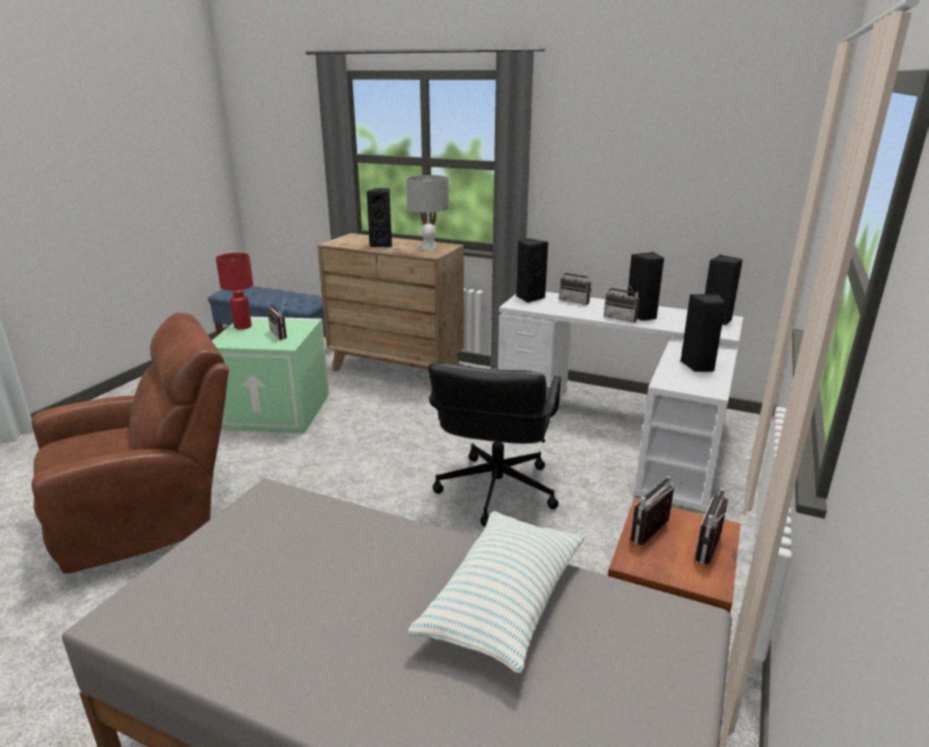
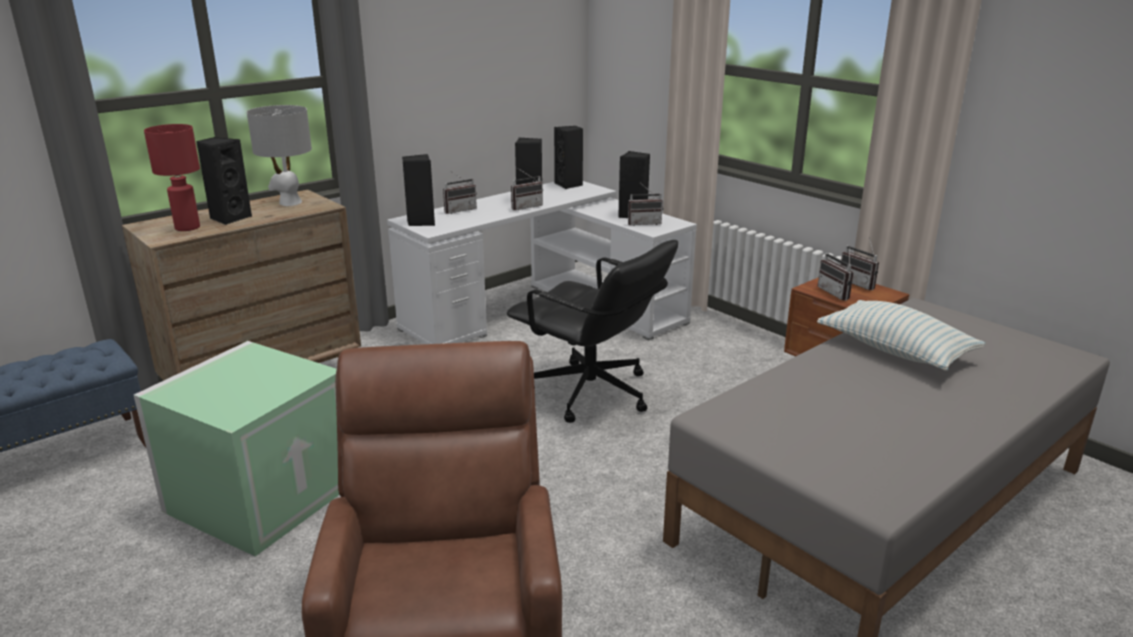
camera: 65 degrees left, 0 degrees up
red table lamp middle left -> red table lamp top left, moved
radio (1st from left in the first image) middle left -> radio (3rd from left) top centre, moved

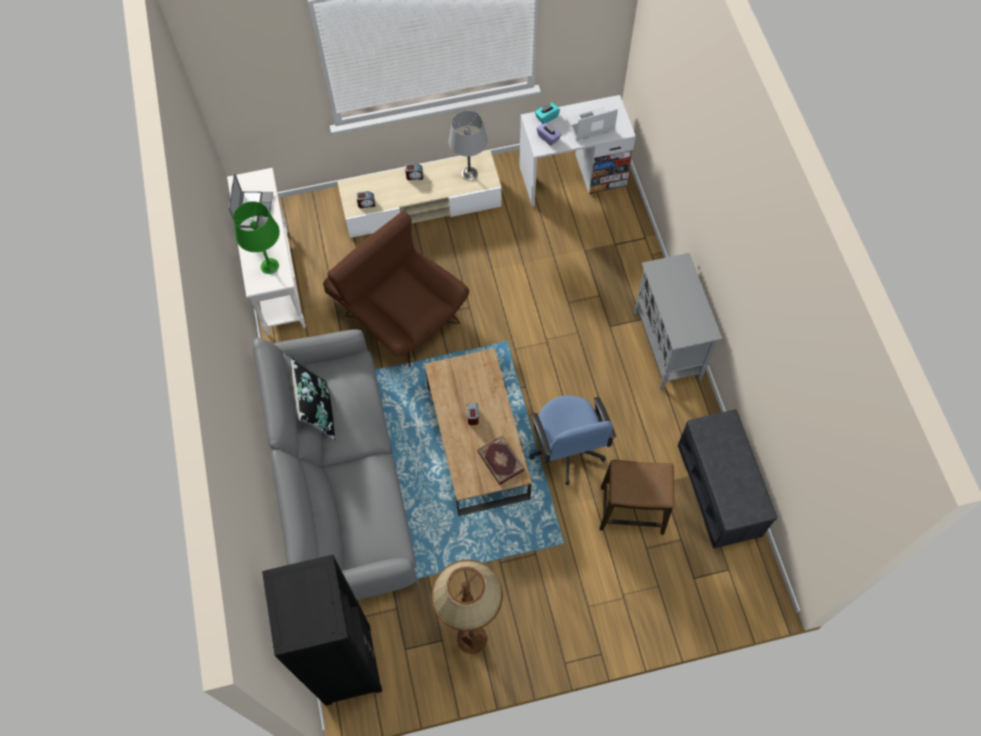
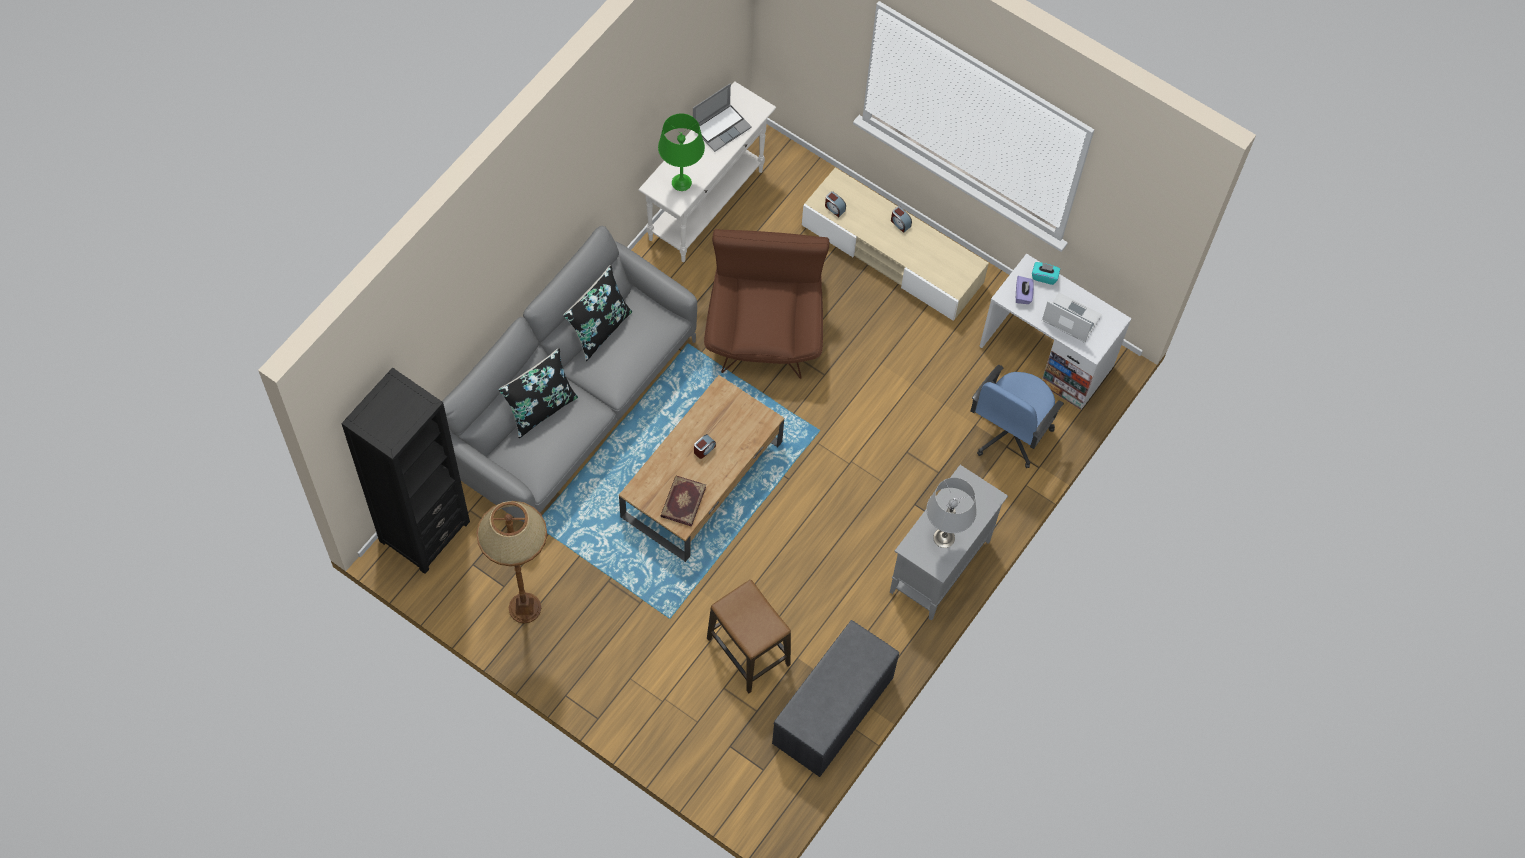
camera: 45 degrees right, 0 degrees up
none -> black pillow (1st from left) centre
grey table lamp top centre -> grey table lamp centre, moved
blue office chair centre -> blue office chair middle right, moved

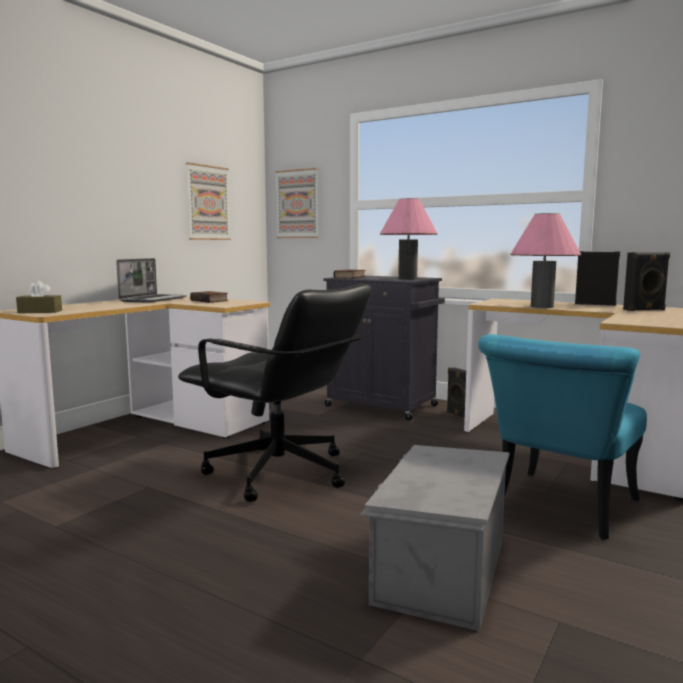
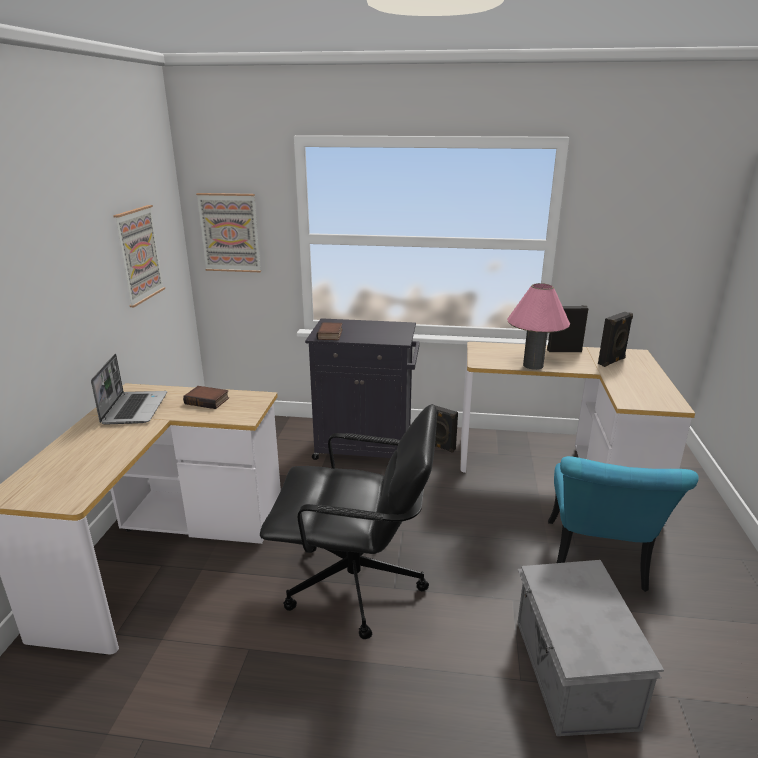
camera: 25 degrees left, 15 degrees up
brown tissue box middle left -> none
pink table lamp (1st from left) centre -> none

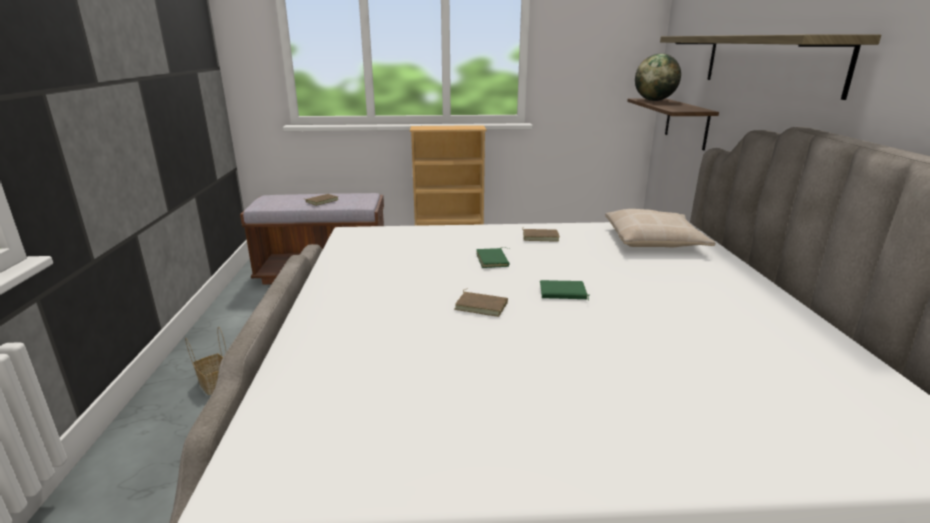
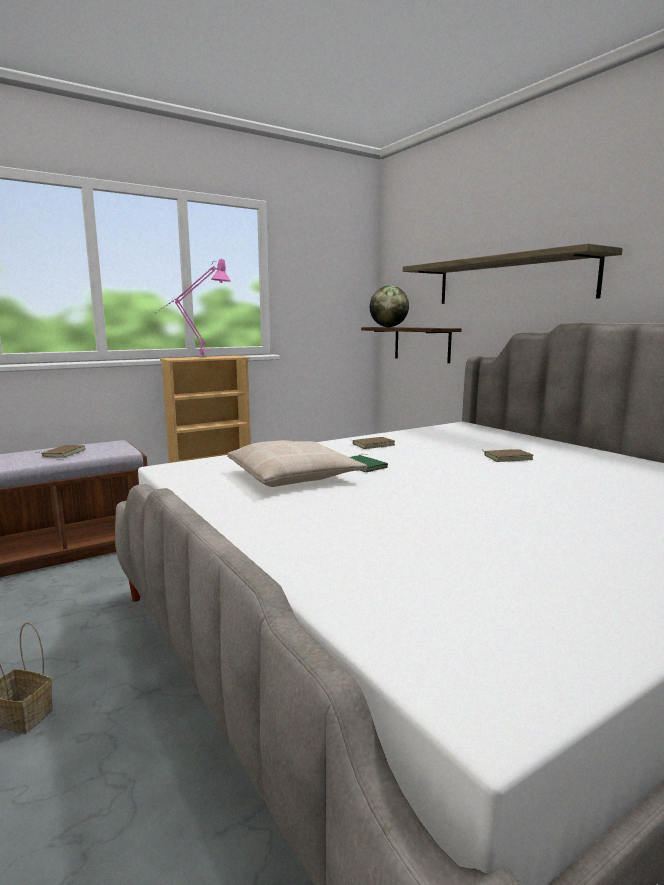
camera: 30 degrees left, 10 degrees down
none -> pink table lamp middle left
beige pillow middle right -> beige pillow centre, moved
brown book (2nd from left in the first image) centre -> brown book (3rd from left) middle right, moved
green book (2nd from left) centre -> none

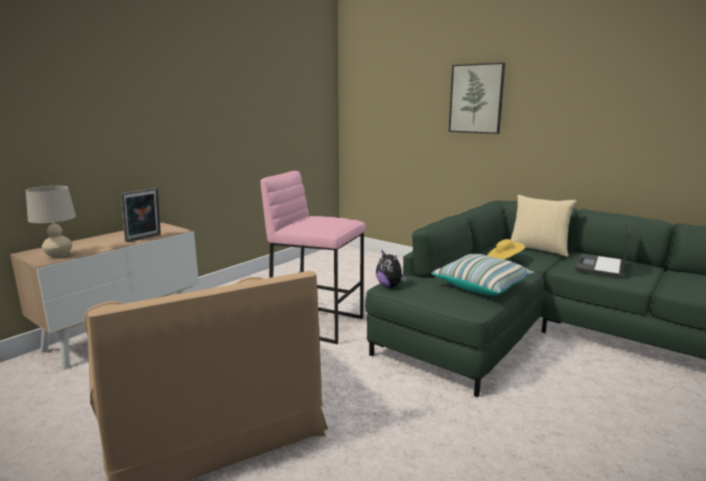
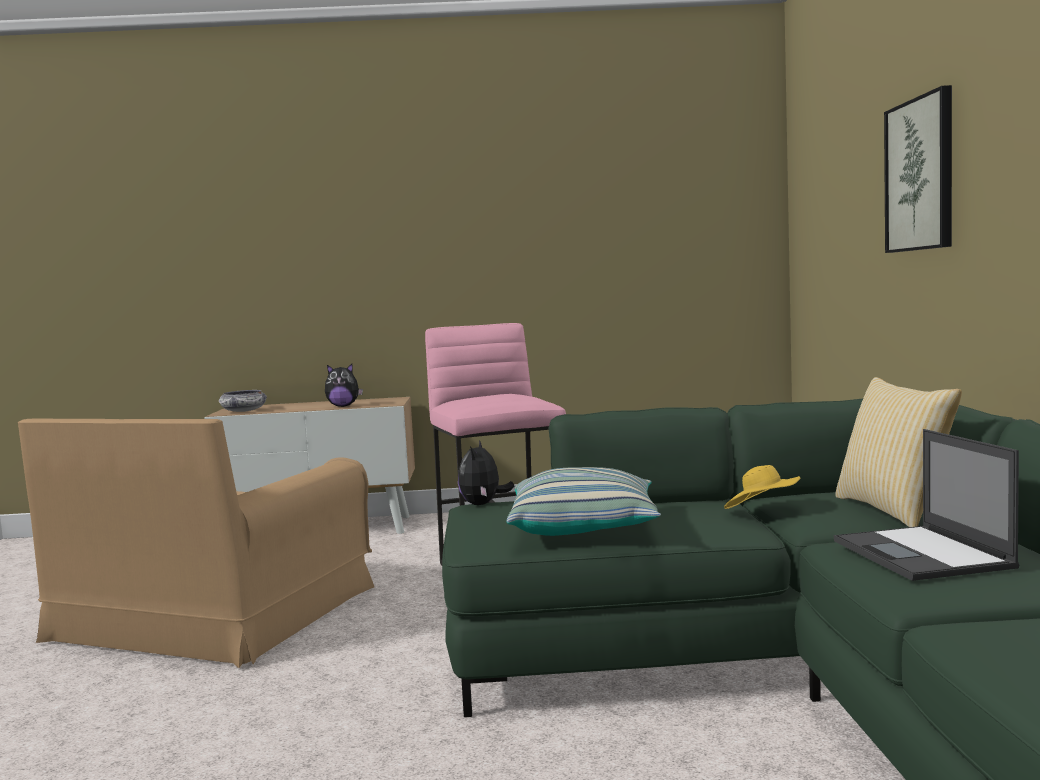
camera: 50 degrees right, 10 degrees down
beige table lamp middle left -> bowl middle left
picture frame middle left -> plush toy (1st from left) middle left
laptop middle right, 90 degrees counterclockwise

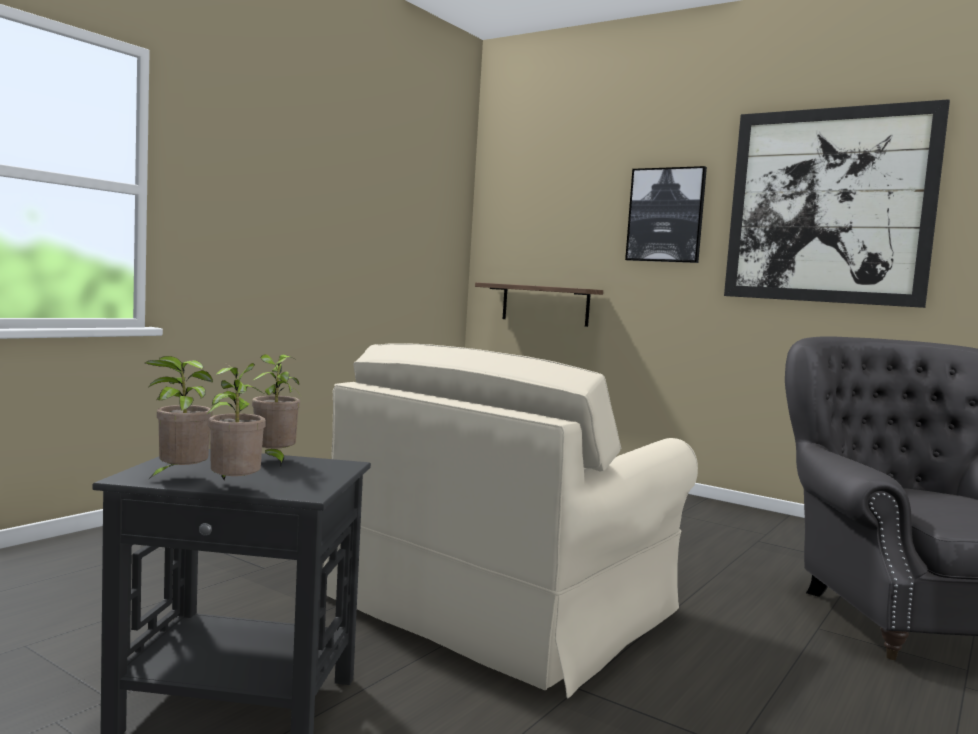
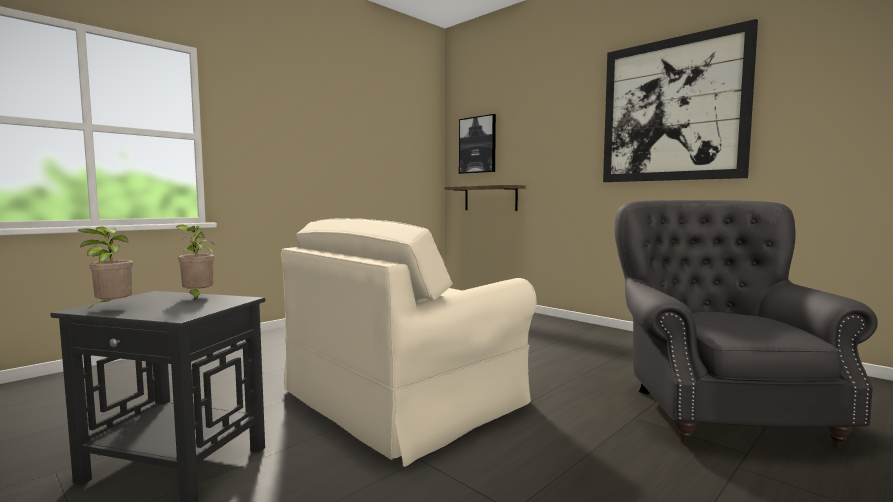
camera: 10 degrees right, 0 degrees up
picture (1st from left) top right -> picture (1st from left) top centre, moved
potted plant (2nd from left) middle left -> none

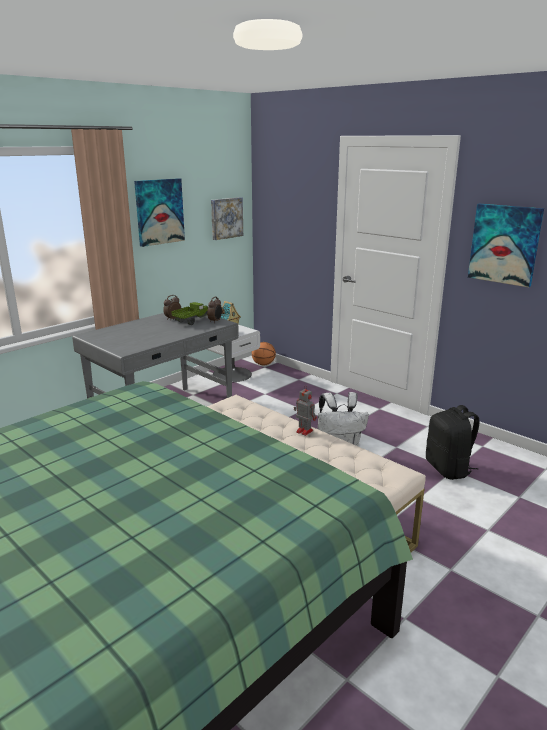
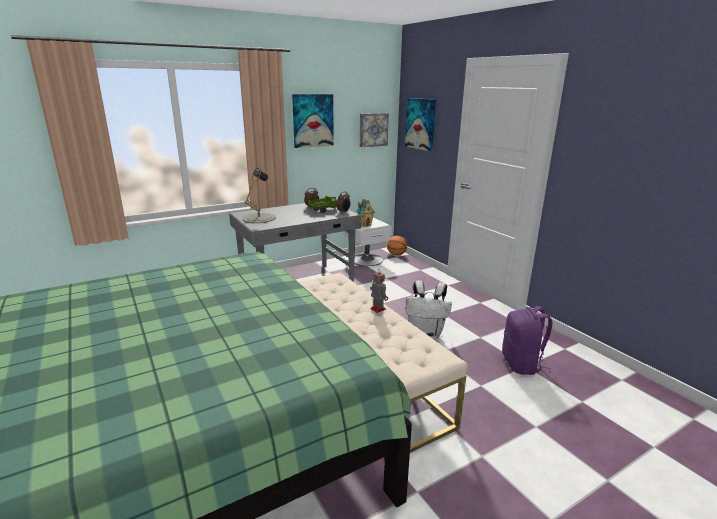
camera: 15 degrees right, 0 degrees up
none -> grey table lamp centre
picture (3rd from left) middle right -> picture (3rd from left) top centre, moved
black backpack middle right -> purple backpack middle right

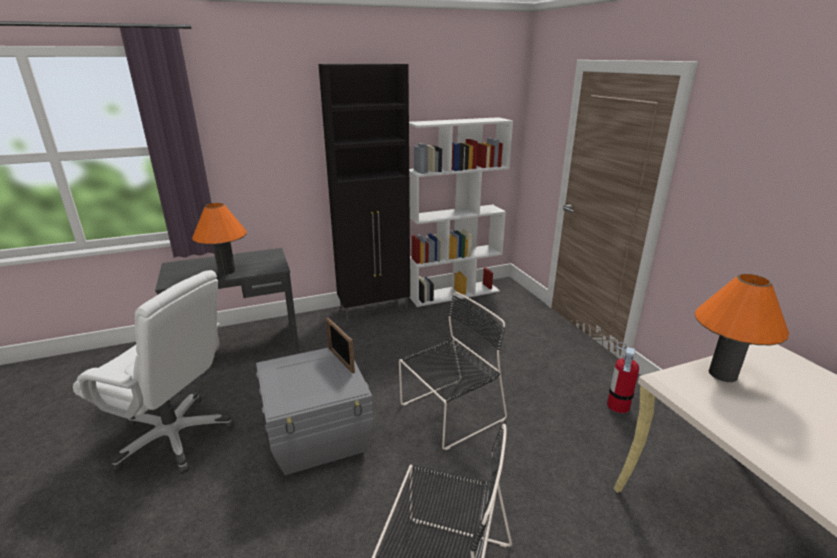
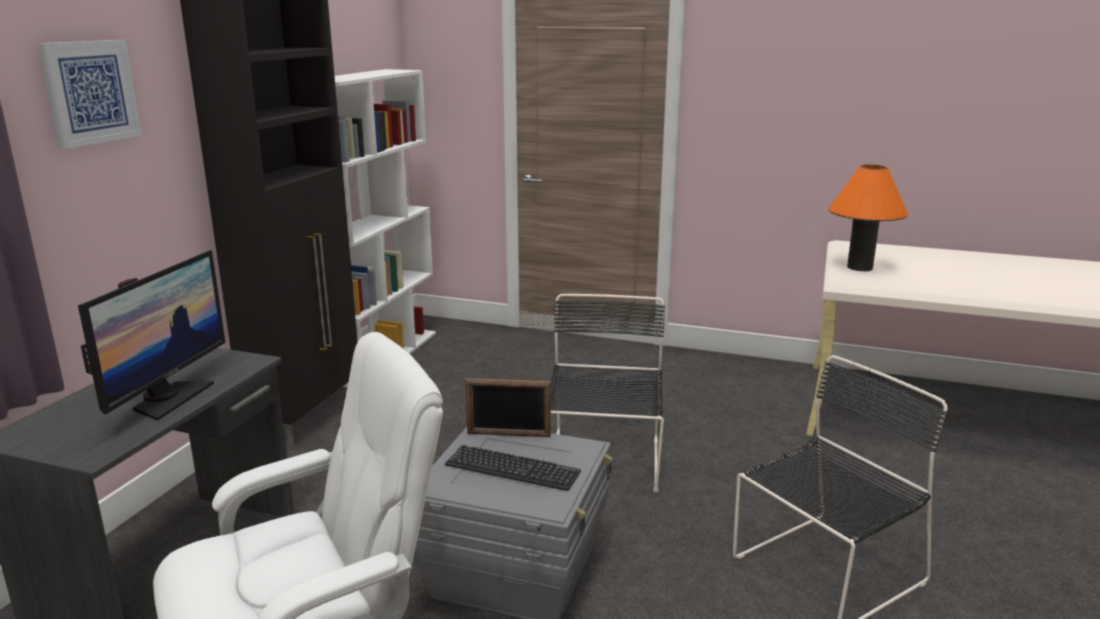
camera: 50 degrees left, 5 degrees down
none -> picture top left
orange table lamp (1st from left) middle left -> monitor middle left
none -> keyboard bottom centre
fire extinguisher bottom right -> none

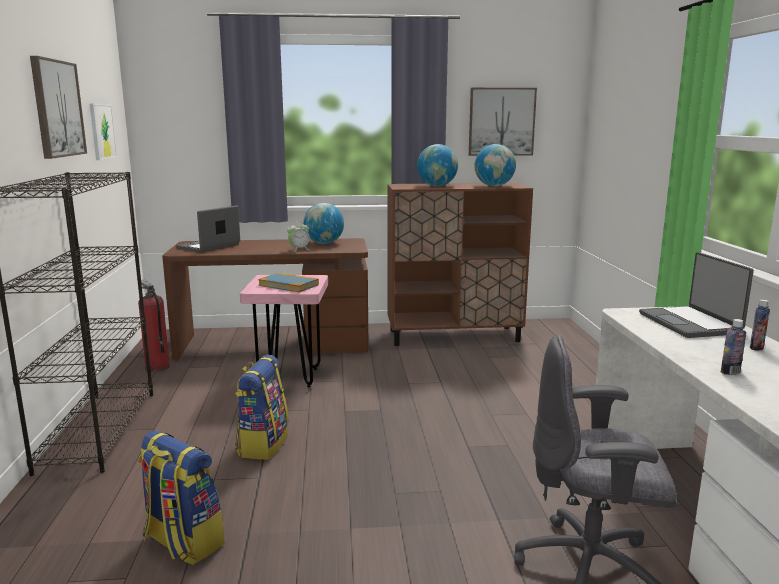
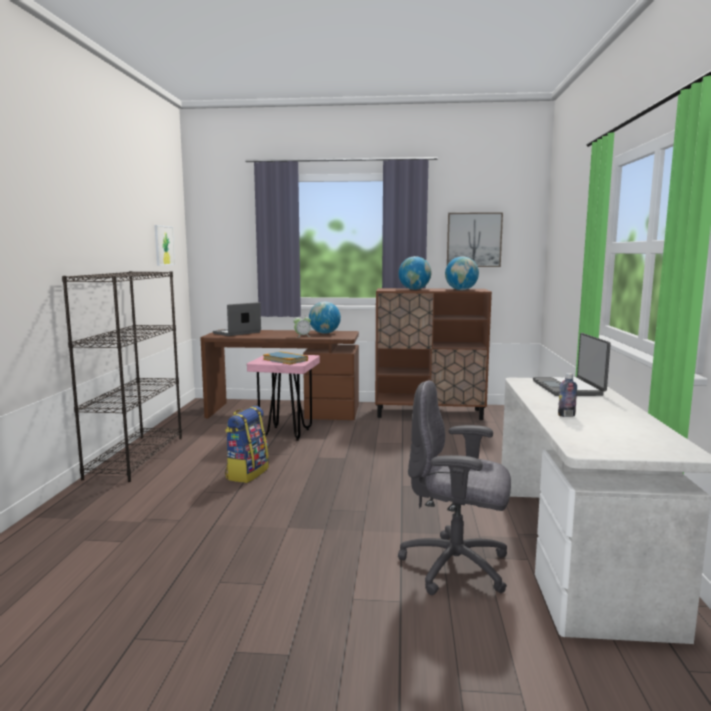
camera: 10 degrees right, 5 degrees down
picture (1st from left) top left -> none
fire extinguisher middle left -> none
backpack (1st from left) bottom left -> none
bottle (2nd from left) middle right -> none

